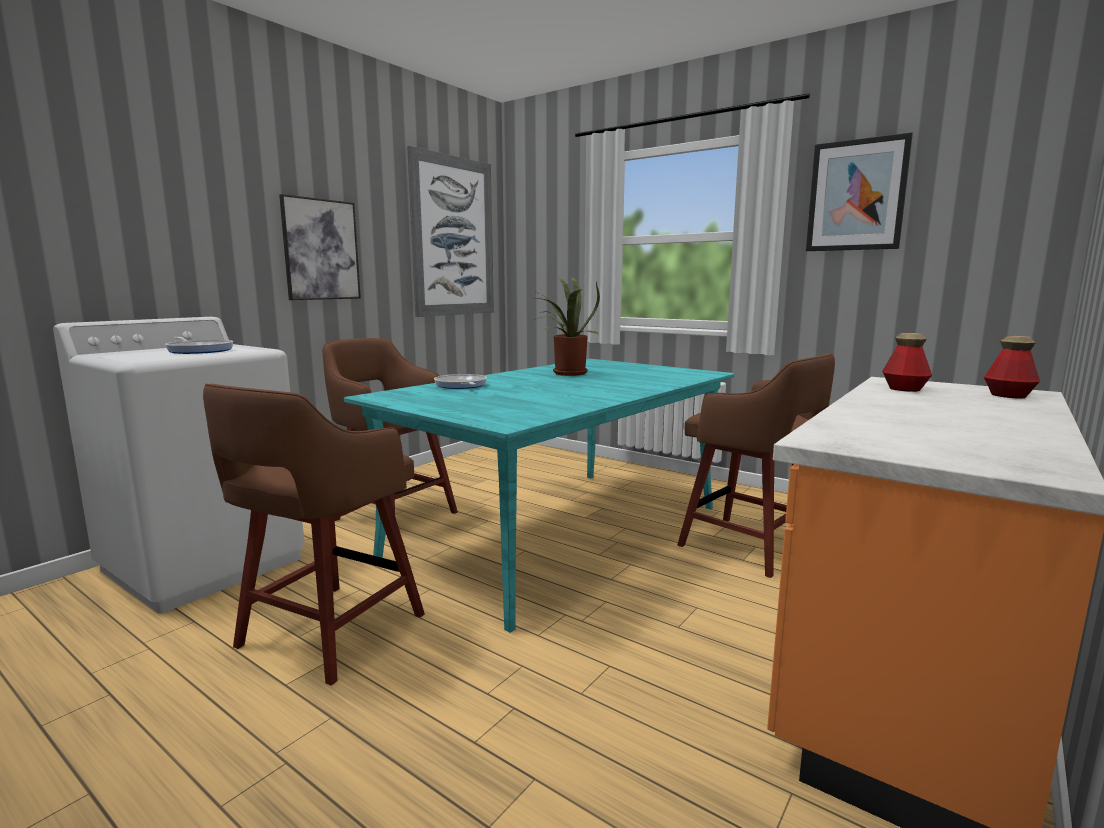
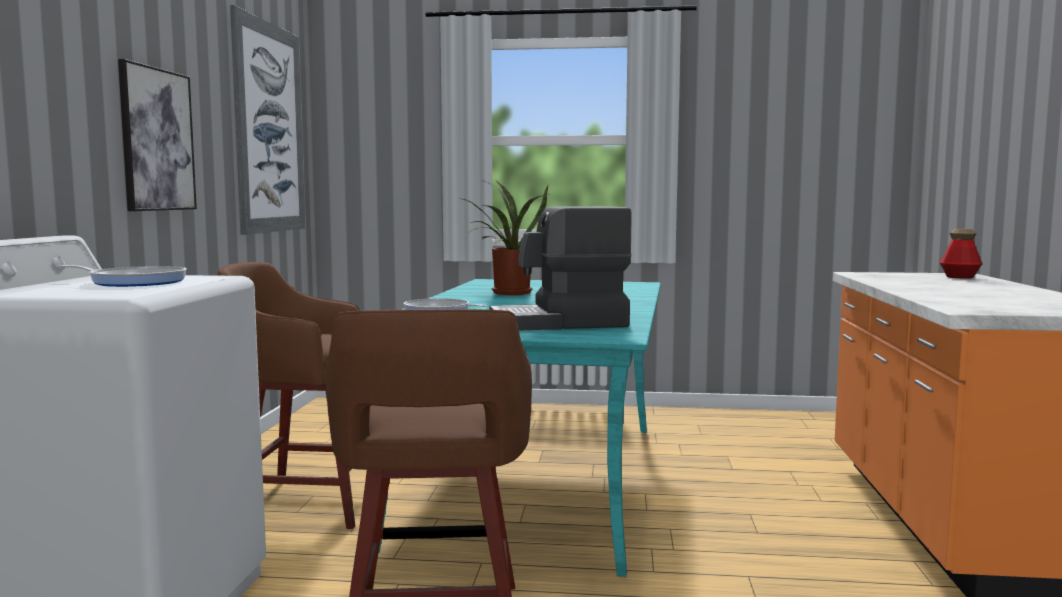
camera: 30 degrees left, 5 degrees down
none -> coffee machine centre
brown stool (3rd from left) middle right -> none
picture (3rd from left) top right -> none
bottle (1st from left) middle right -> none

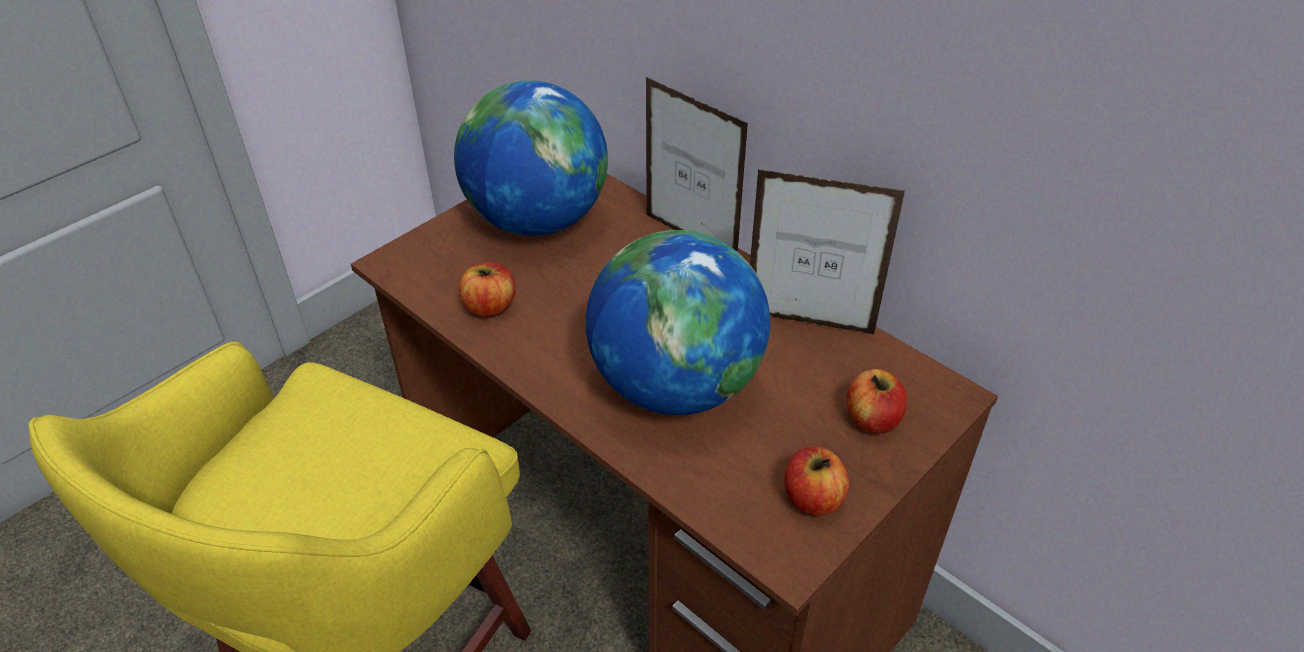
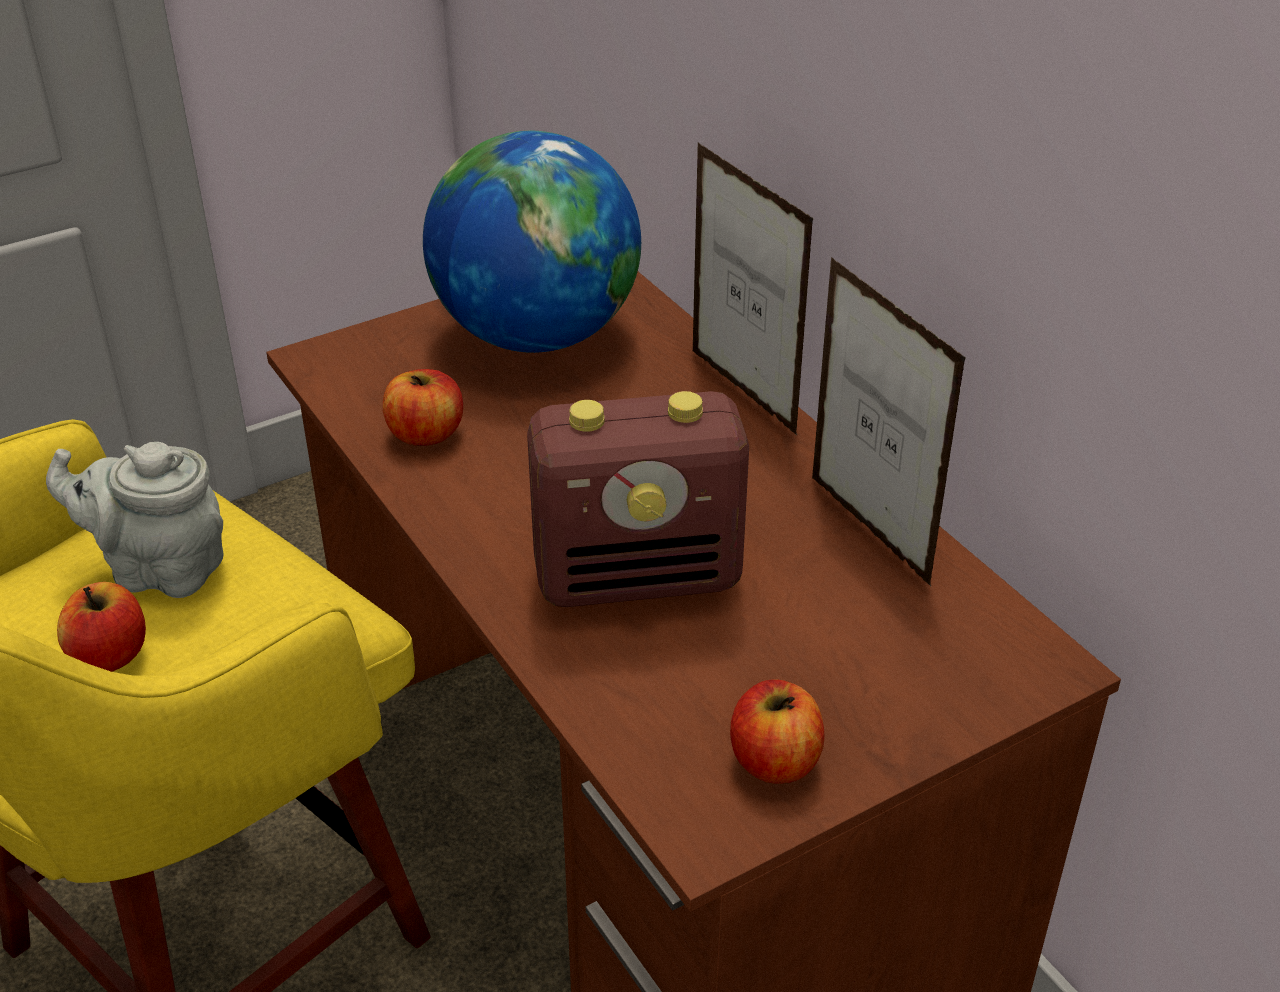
camera: 15 degrees right, 5 degrees down
none -> grey teapot middle left
apple (3rd from left in the first image) middle right -> apple (1st from left) middle left, moved
globe (2nd from left) centre -> radio centre
picture frame (2nd from left) centre -> picture frame (2nd from left) middle right, 150 degrees counterclockwise

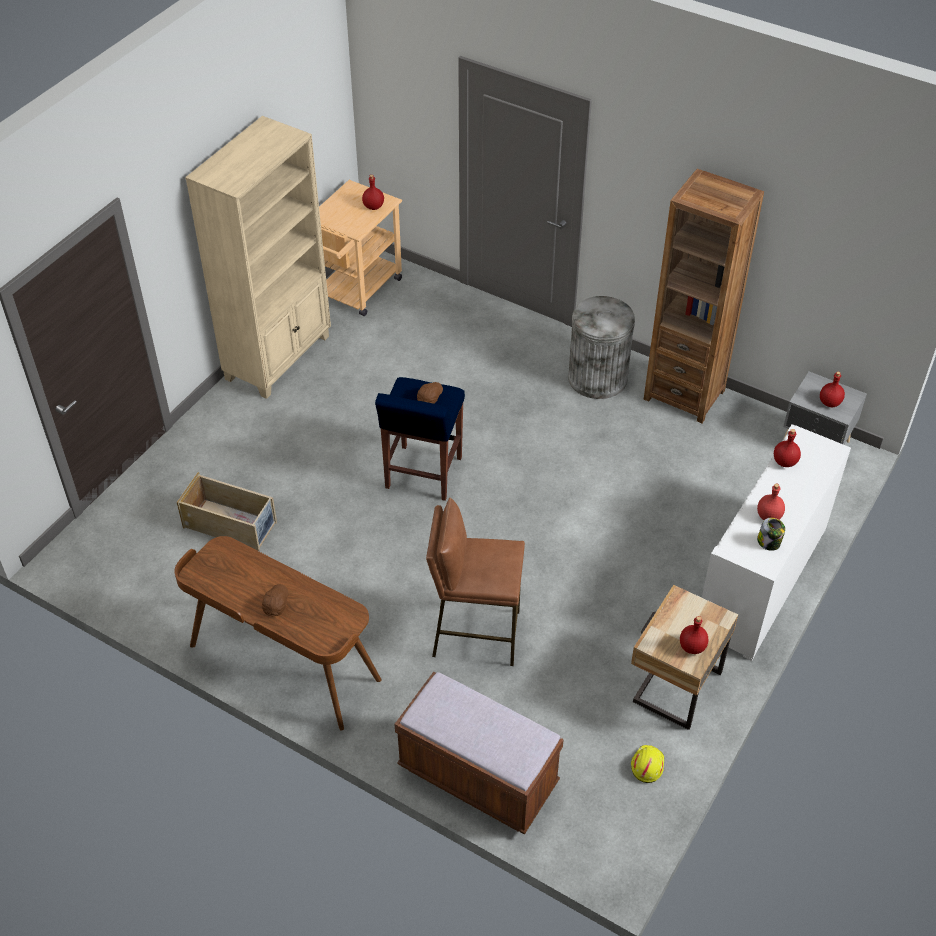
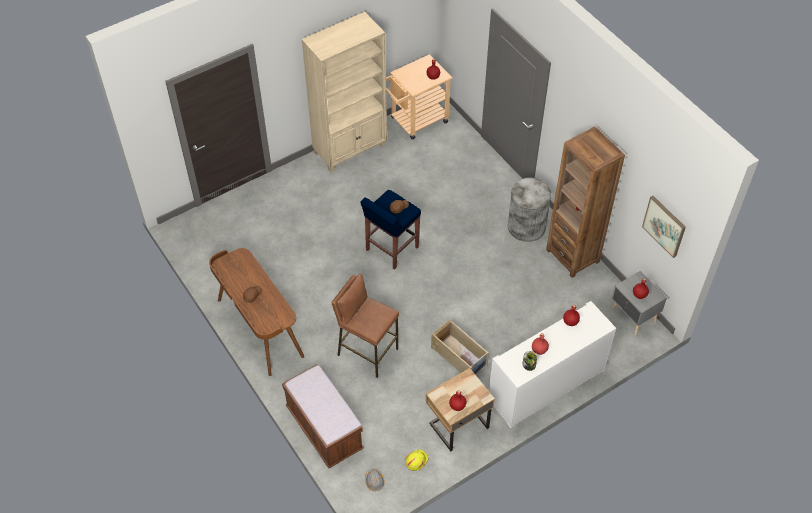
camera: 25 degrees right, 5 degrees up
none -> grey hard hat bottom centre
beige storage box middle left -> beige storage box bottom centre, moved
none -> picture middle right

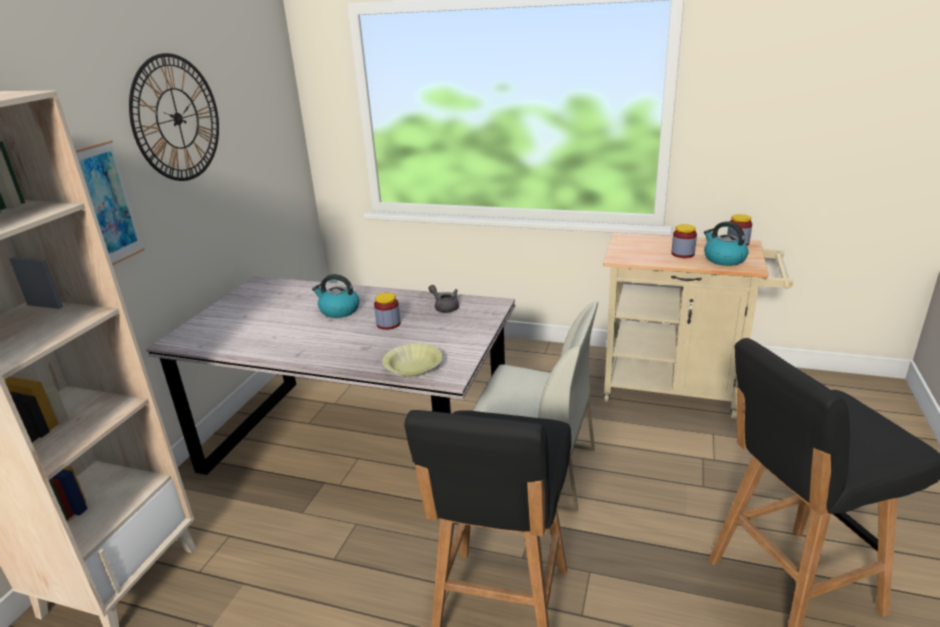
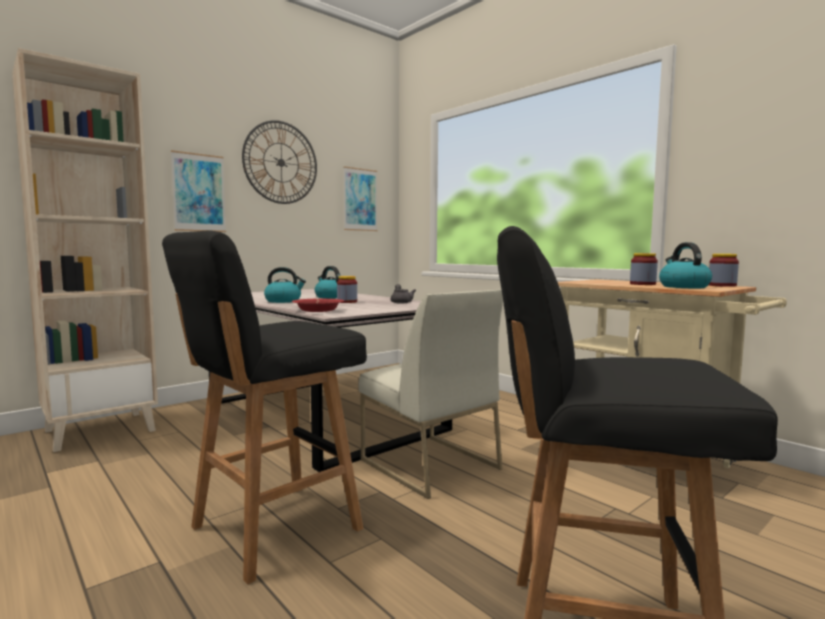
camera: 30 degrees right, 20 degrees down
none -> kettle (1st from left) centre
yellow bowl centre -> red bowl centre
none -> picture (2nd from left) top centre

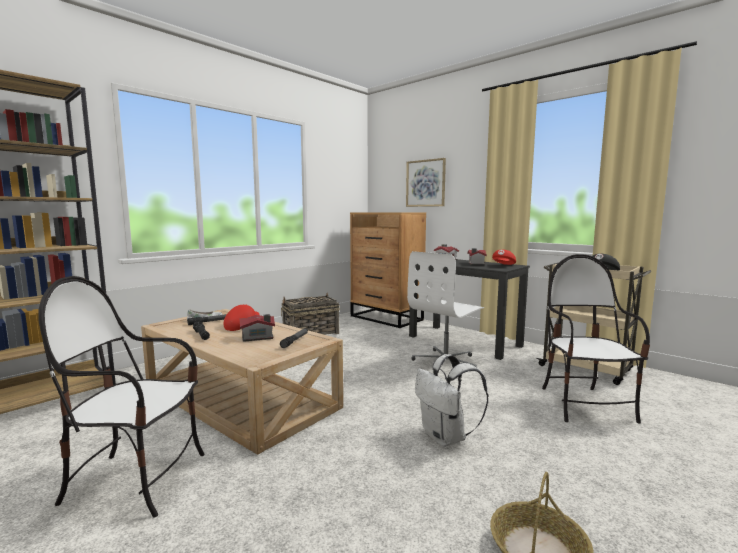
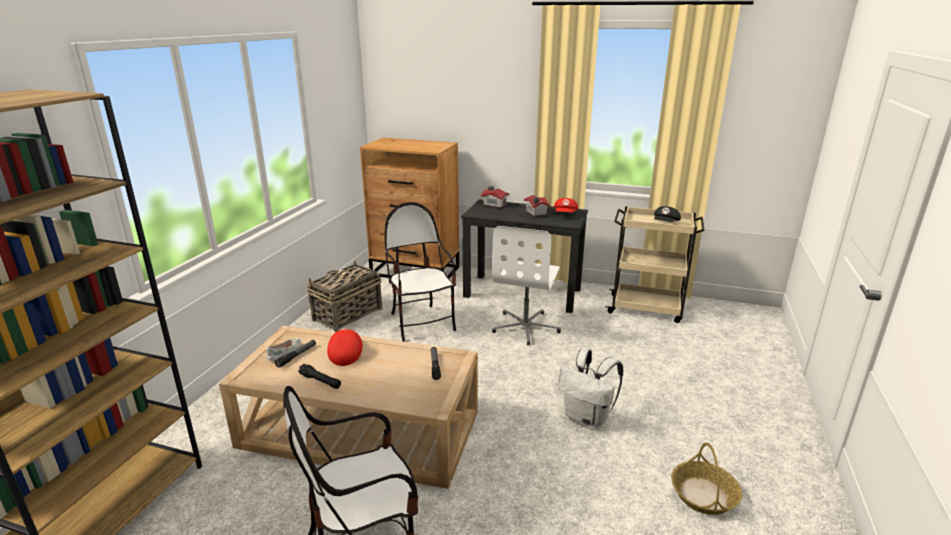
camera: 25 degrees left, 15 degrees up
chair (2nd from left) middle right -> chair (2nd from left) centre, moved
toy house (1st from left) centre -> none
picture top centre -> none

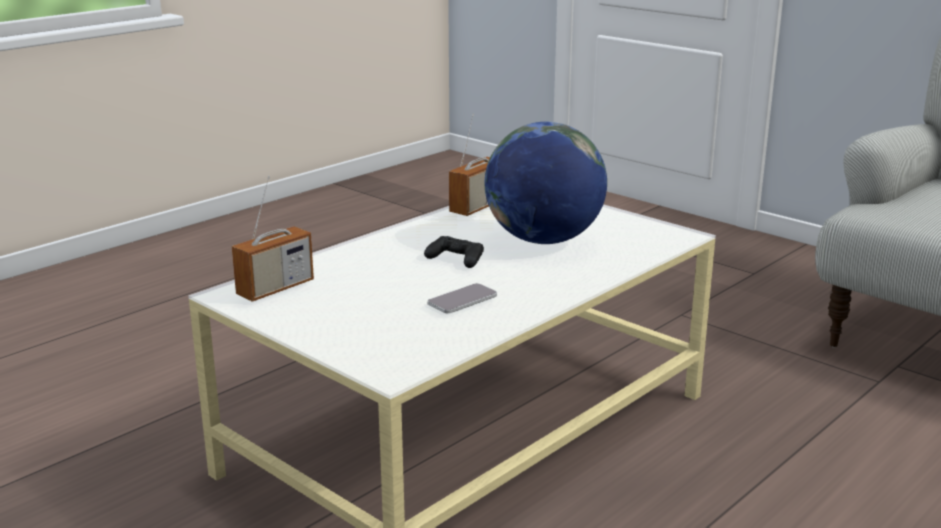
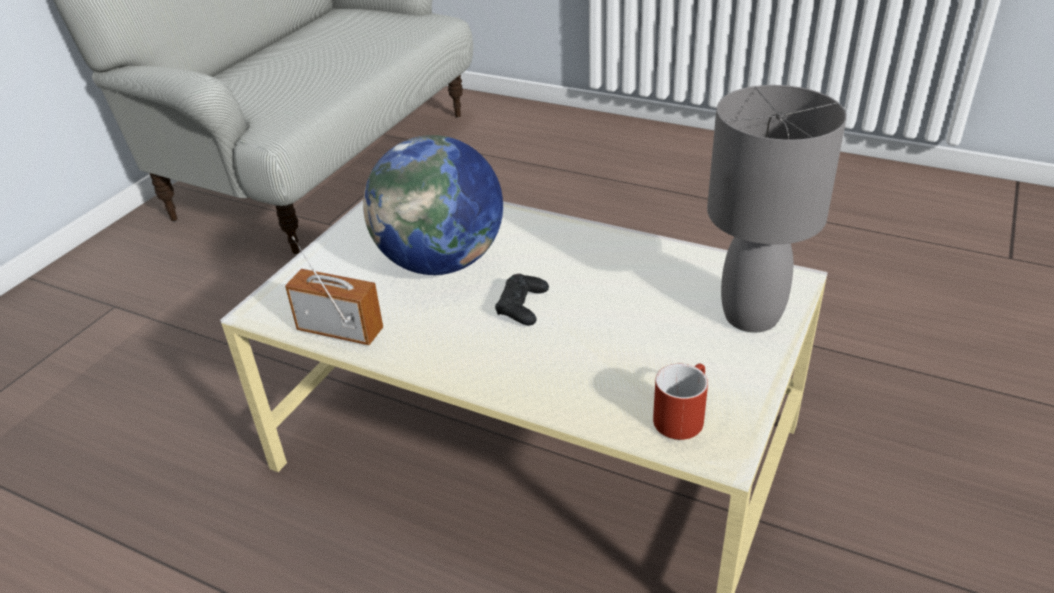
camera: 105 degrees left, 15 degrees up
radio (1st from left) middle left -> red mug bottom centre
none -> grey table lamp middle right
phone centre -> none

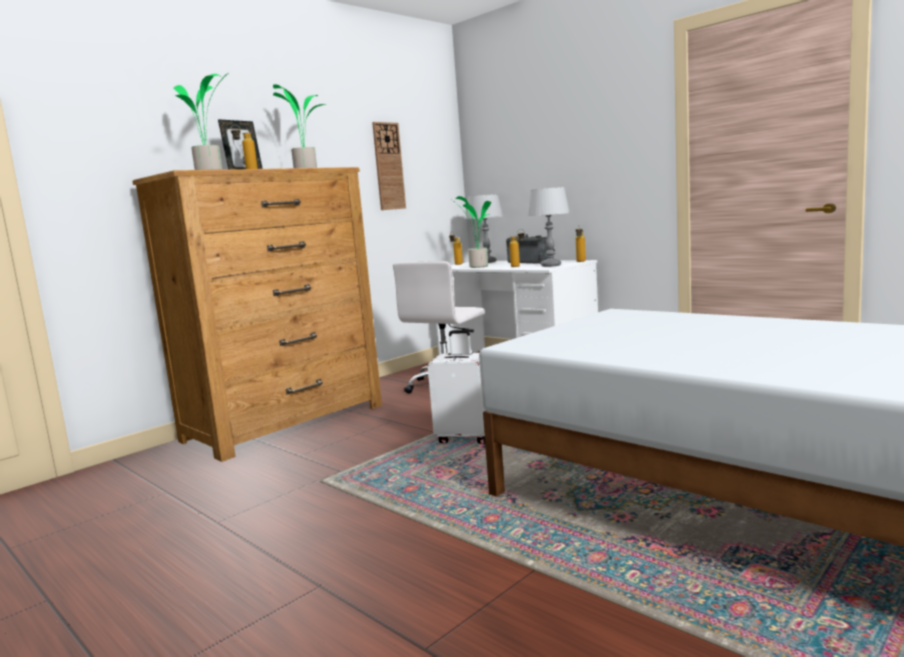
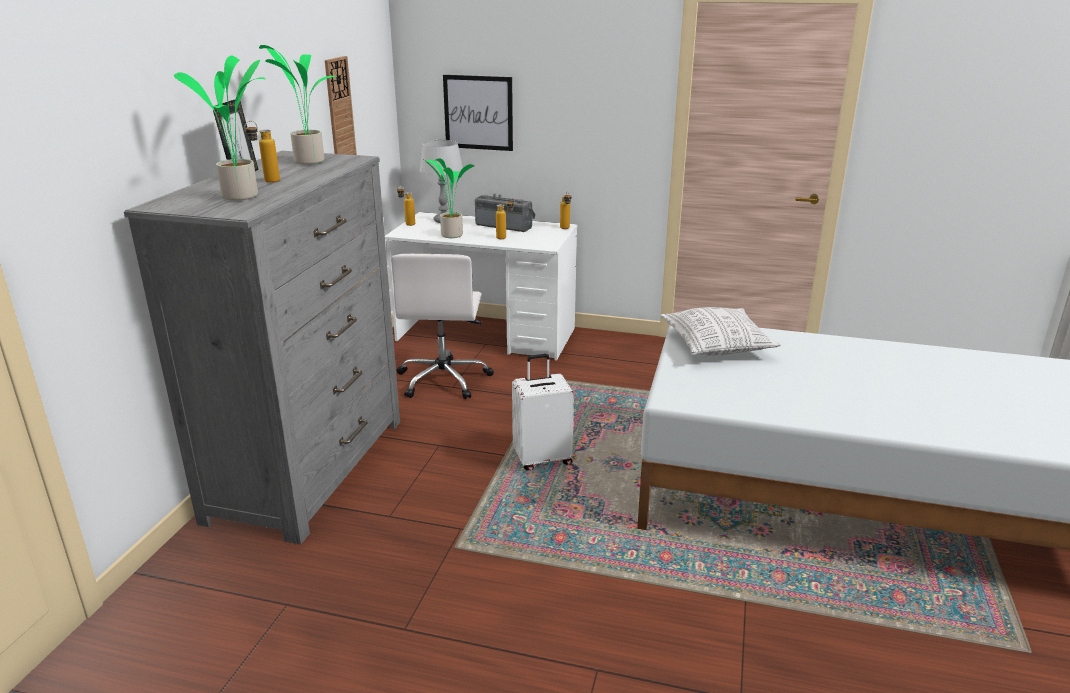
camera: 30 degrees left, 15 degrees up
brown dresser middle left -> grey dresser middle left
none -> picture top centre
none -> pillow middle right
grey table lamp (2nd from left) centre -> none

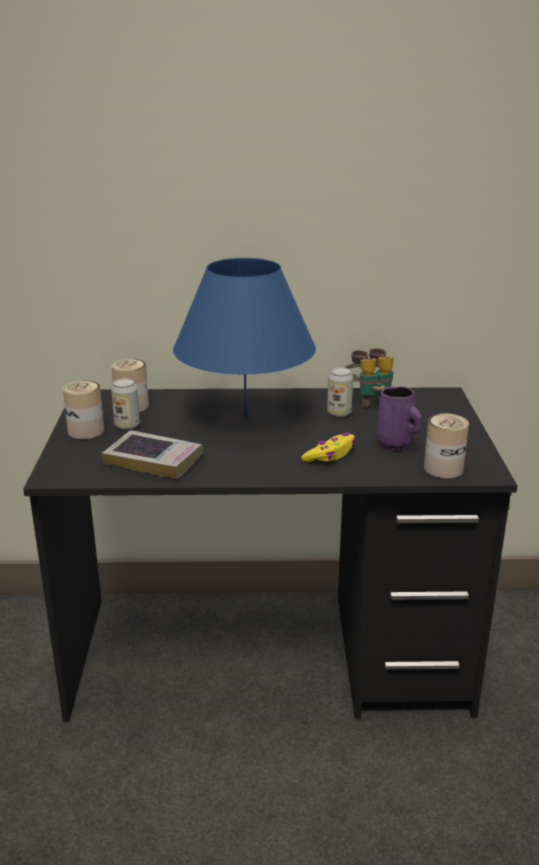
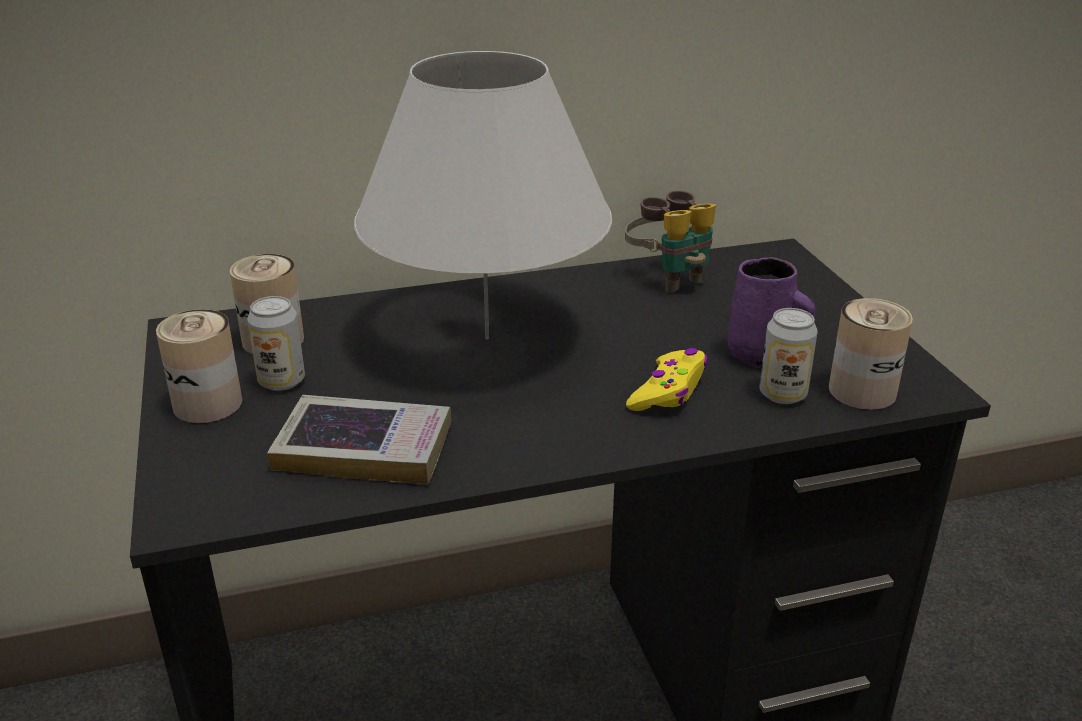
camera: 15 degrees left, 5 degrees up
blue table lamp centre -> white table lamp top centre
can (4th from left) centre -> can (4th from left) middle right, moved

